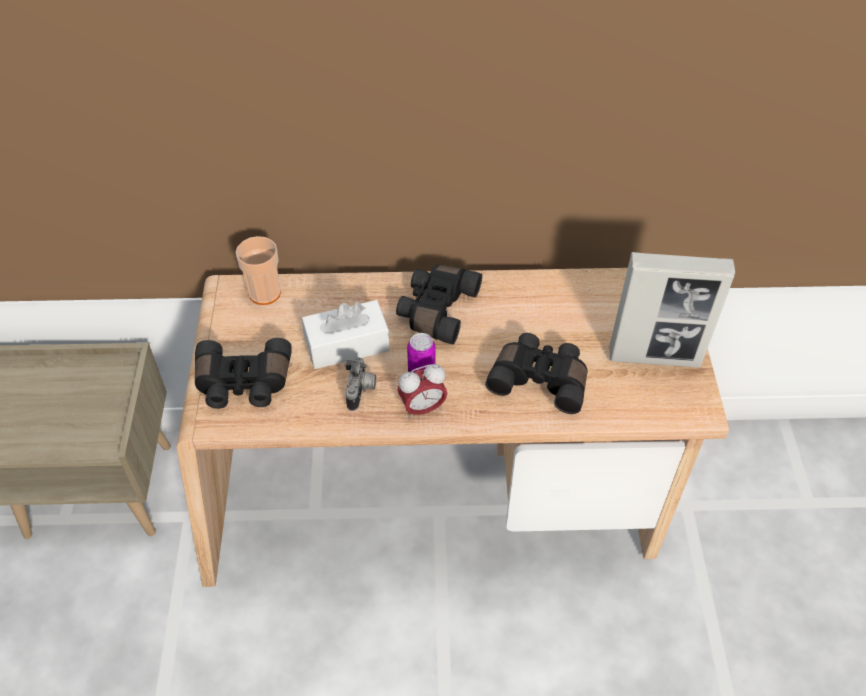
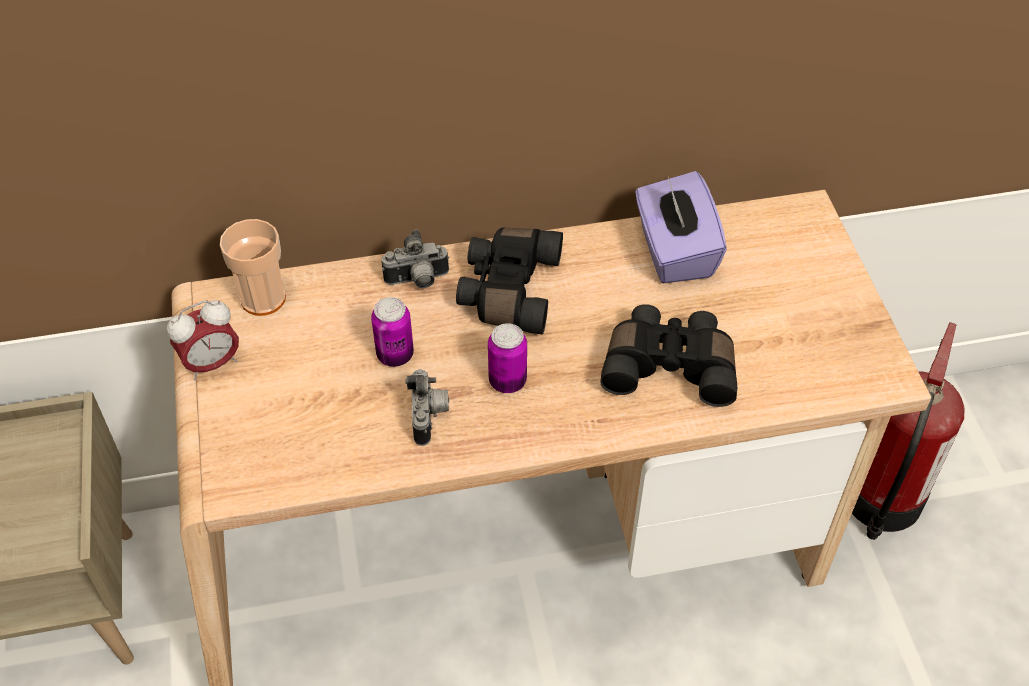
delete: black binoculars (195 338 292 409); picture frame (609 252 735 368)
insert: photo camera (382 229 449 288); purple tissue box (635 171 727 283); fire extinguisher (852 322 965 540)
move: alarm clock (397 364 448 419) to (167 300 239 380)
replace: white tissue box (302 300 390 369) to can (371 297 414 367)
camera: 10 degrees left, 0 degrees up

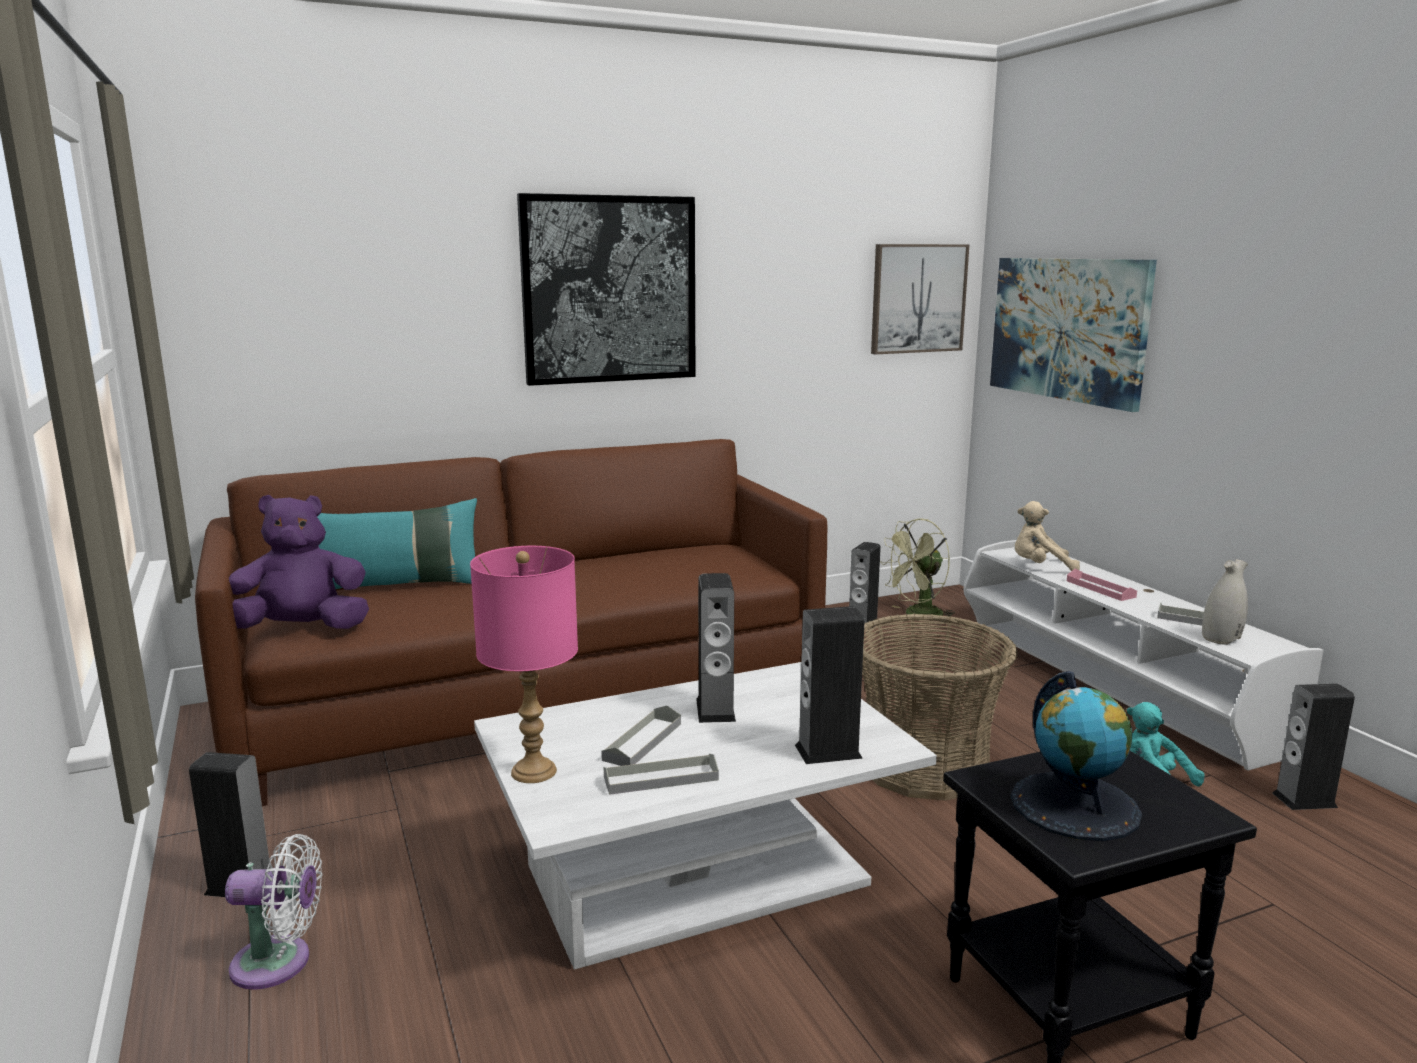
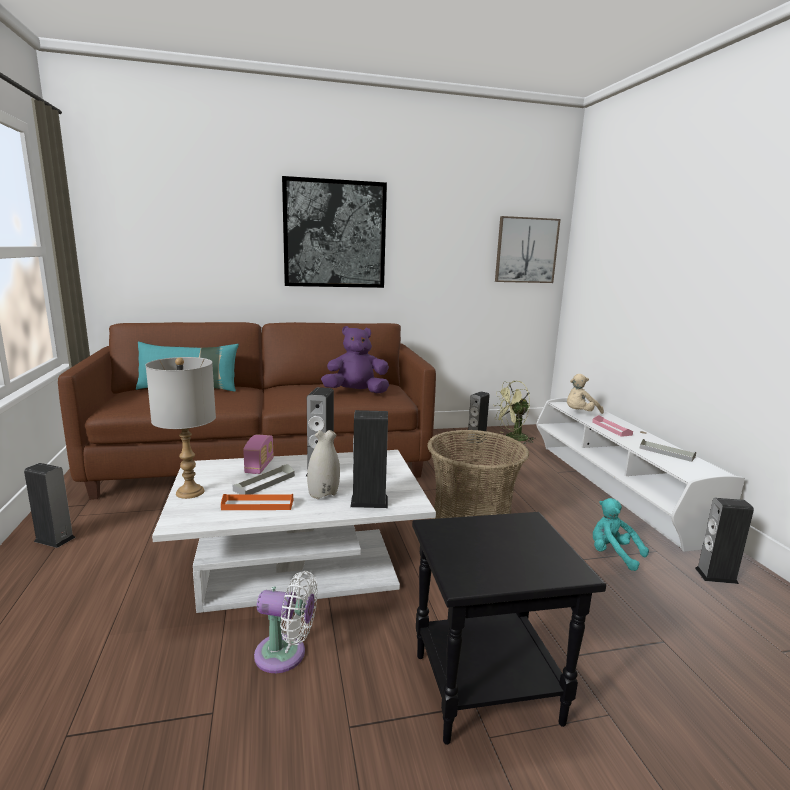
delete: picture (990 258 1157 412); globe (1011 671 1142 841)
insert: radio (243 435 274 474)
move: white fan (225 834 322 990) to (254 571 318 673); white vase (1202 559 1248 645) to (307 430 340 499); purple plush toy (229 495 369 629) to (321 326 389 393)
recolor: pink table lamp (470 546 578 783) to grey table lamp (146 357 216 499); grey tray (604 754 719 795) to orange tray (221 494 293 510)
rotate: beige plush toy (1015 501 1080 571) = (567 374 604 414) 45 degrees counterclockwise
camera: 10 degrees right, 0 degrees up

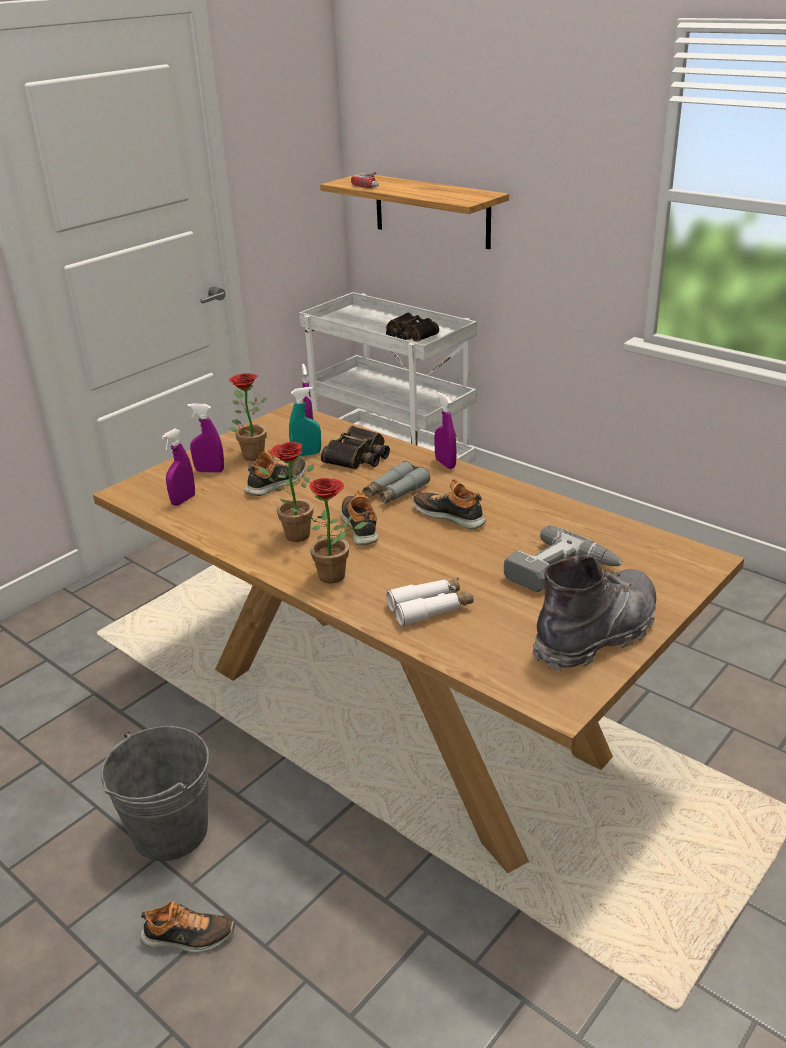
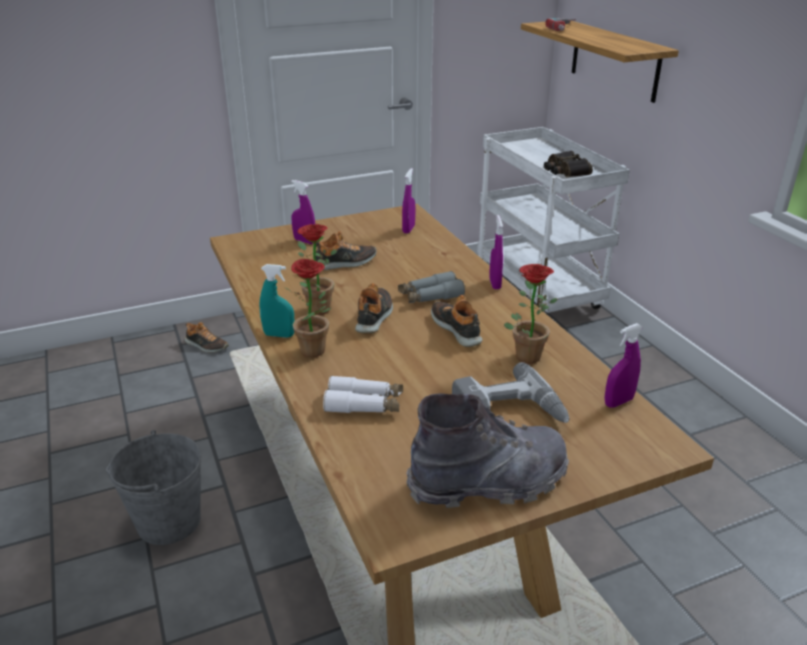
delete: binoculars (321 426 390 469)
move: shoe (141 901 235 953) to (185 322 229 353); turquoise spray bottle (289 387 321 457) to (259 264 294 338); potted plant (229 373 267 461) to (504 264 558 364); purple spray bottle (162 429 195 506) to (604 323 643 408)
camera: 25 degrees right, 0 degrees up

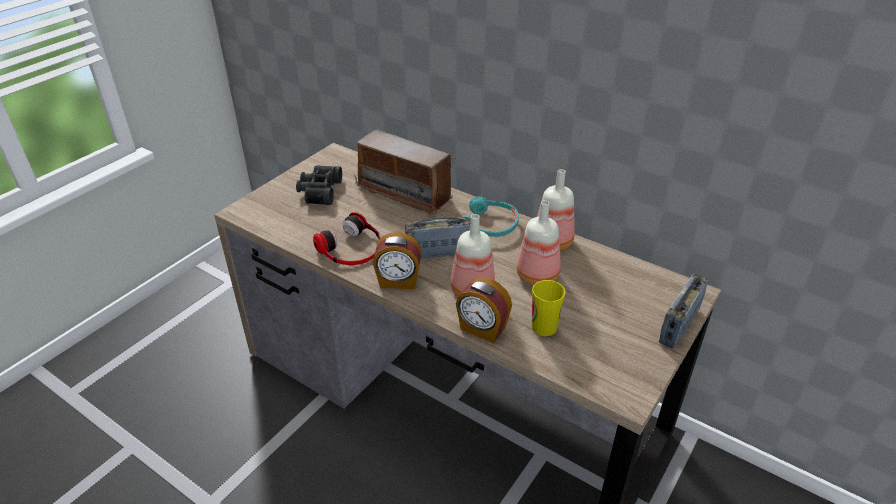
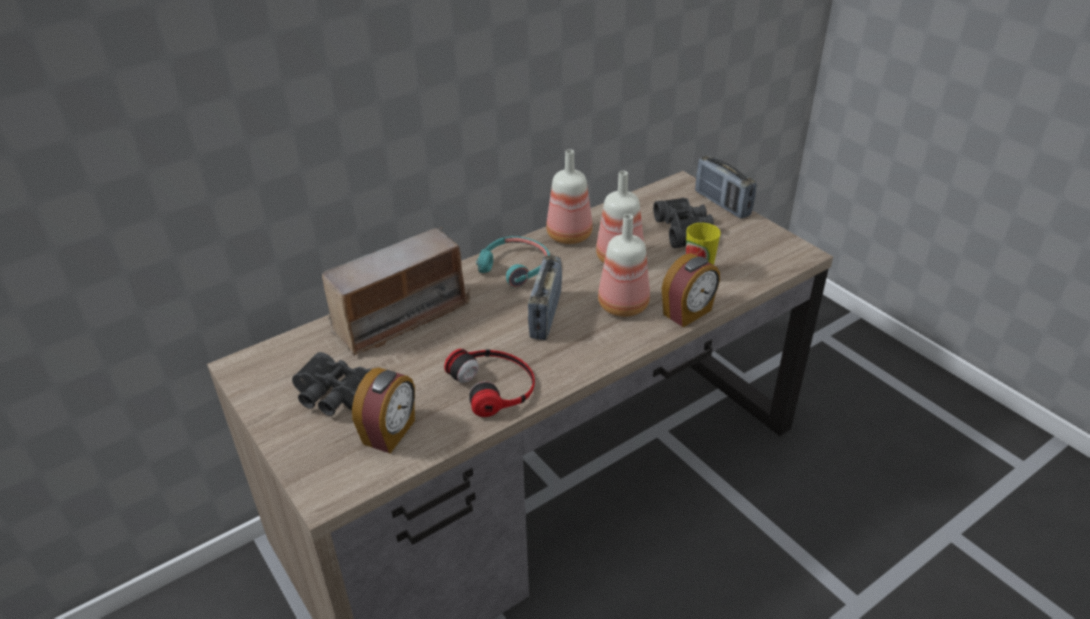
insert: black binoculars (653 198 714 248)
move: alarm clock (373 232 422 289) to (352 368 415 454)
camera: 70 degrees left, 0 degrees up

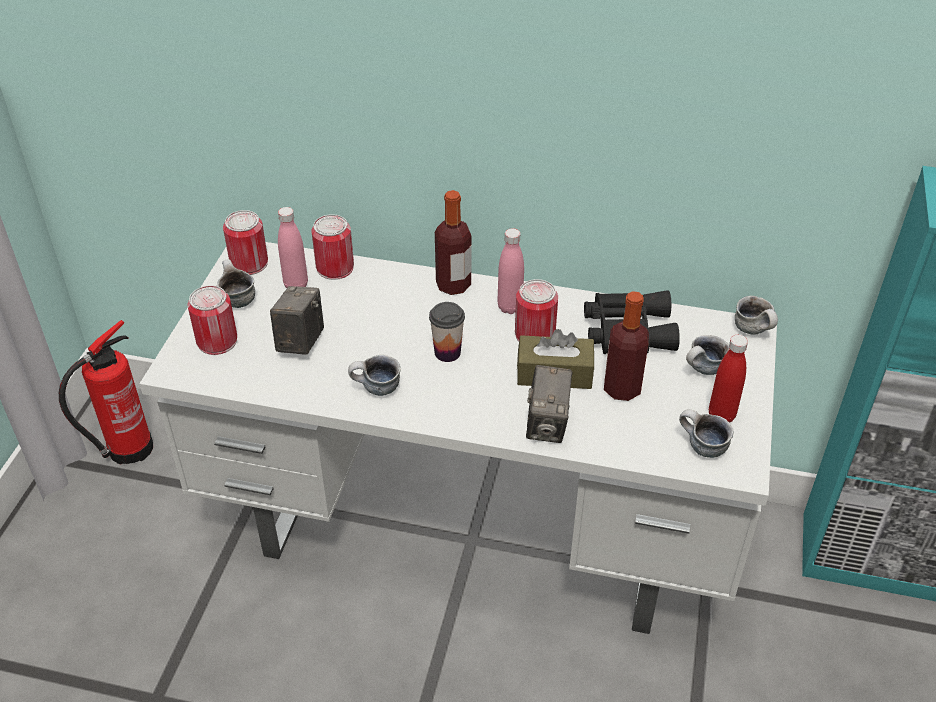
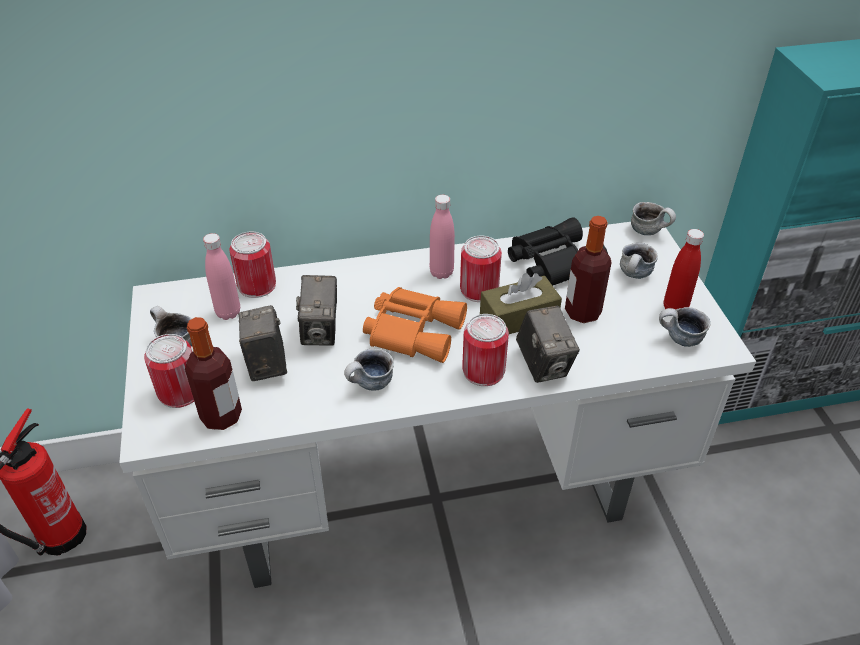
insert: photo camera (296 275 337 346)
move: bottle (435 190 472 295) to (185 317 242 430); can (223 210 268 275) to (462 314 509 386)
replace: cup (429 302 465 362) to orange binoculars (363 287 467 363)
camera: 25 degrees left, 0 degrees up

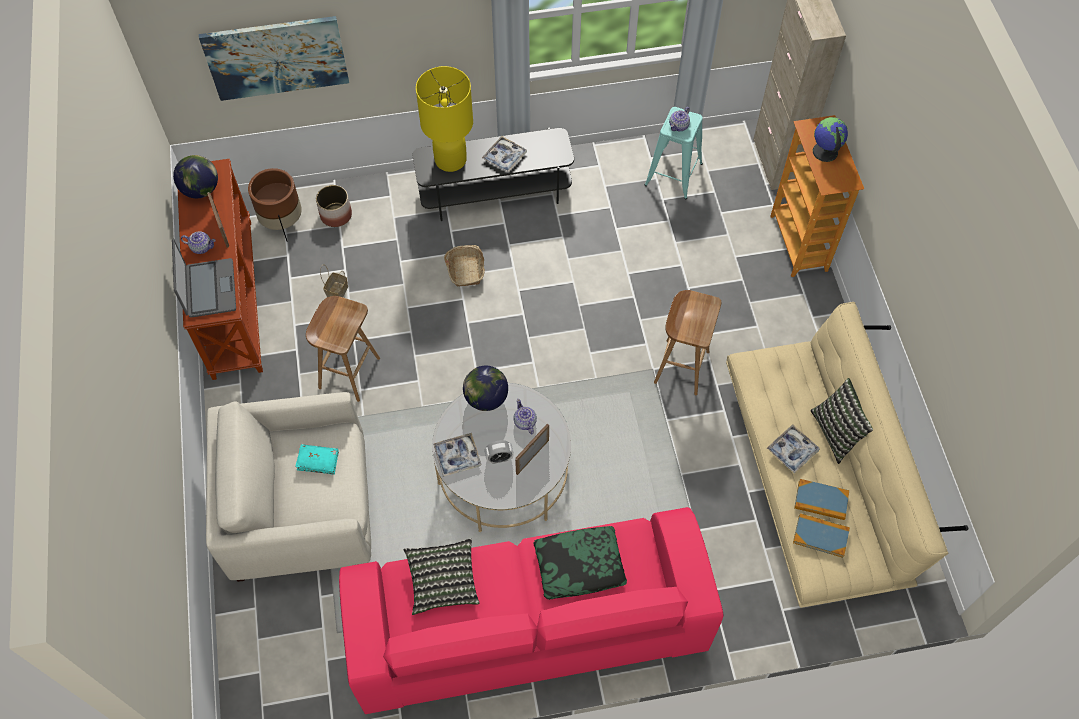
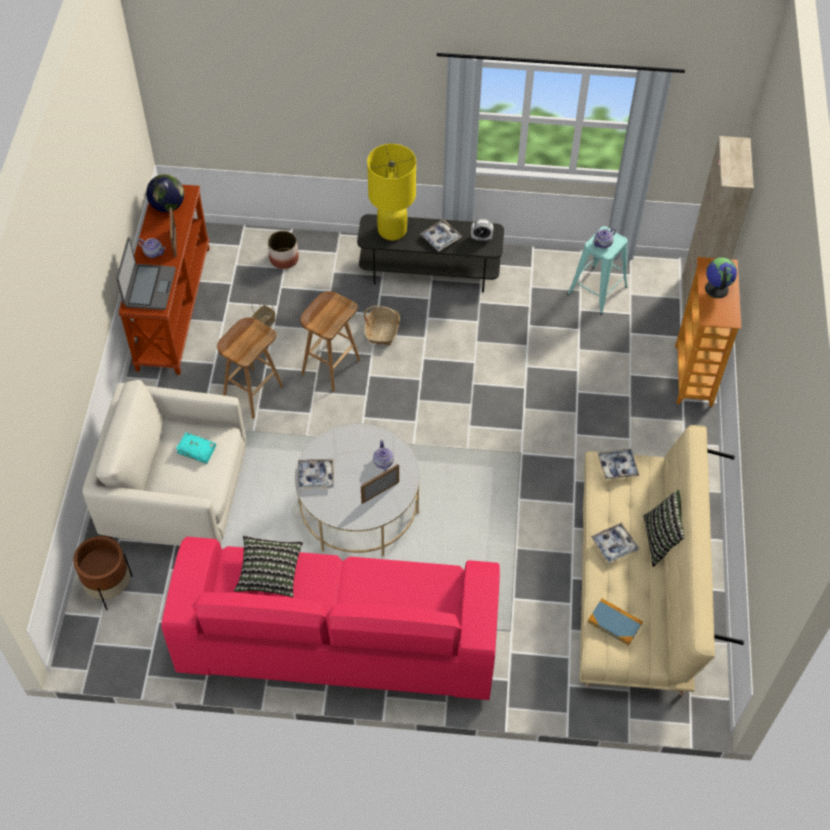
delete: picture (199 16 349 101); globe (463 366 508 411); pillow (534 526 627 600); book (794 479 849 520)
insert: tray (598 448 639 480)
move: brown planter (248 168 302 241) to (73 536 133 610); brown stool (654 290 721 395) to (300 291 360 392); alarm clock (484 440 514 464) to (471 219 493 241)
camera: 15 degrees right, 5 degrees down

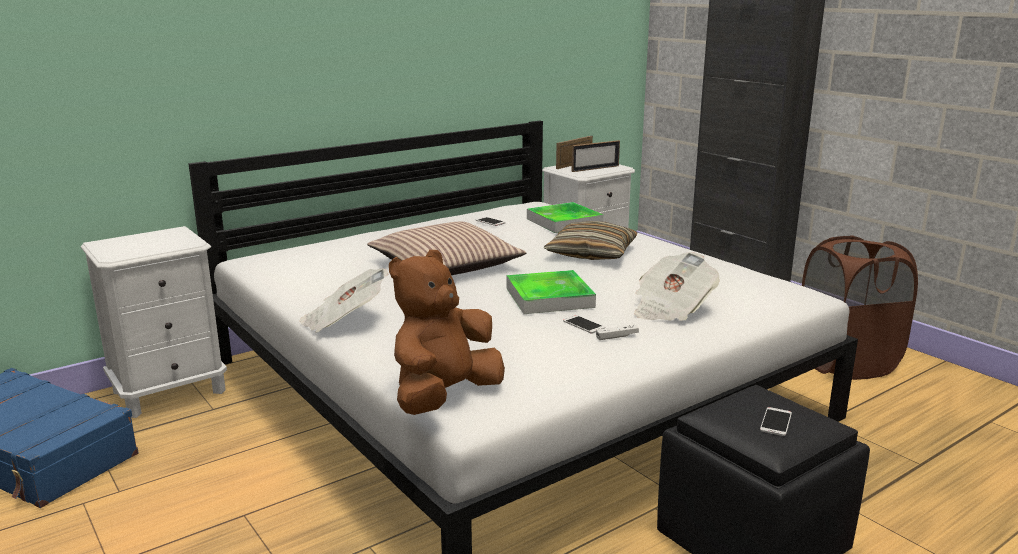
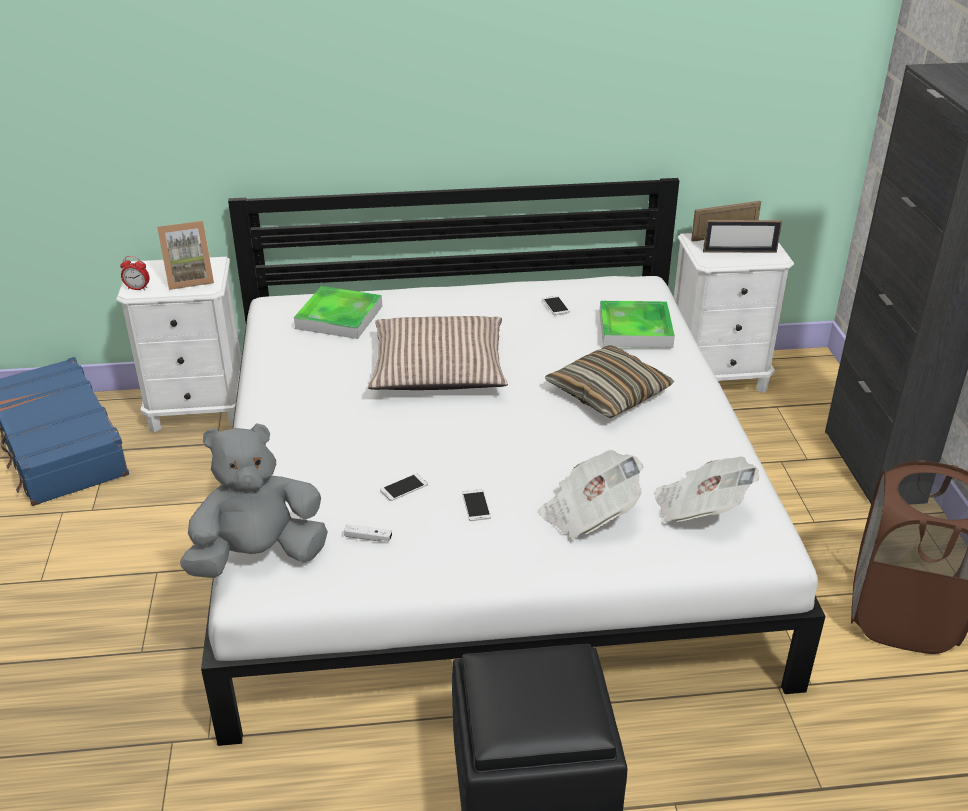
insert: alarm clock (120 256 149 290); picture frame (157 221 214 290)
move: tray (507 270 596 314) to (294 286 382 339); white game controller (596 324 639 340) to (344 524 392 541); phone (760 407 792 436) to (380 474 428 501); newspaper (299 269 388 332) to (654 456 759 523)
recolor: brown plush toy (389 250 505 415) to grey plush toy (180 423 328 578)
camera: 30 degrees right, 15 degrees up

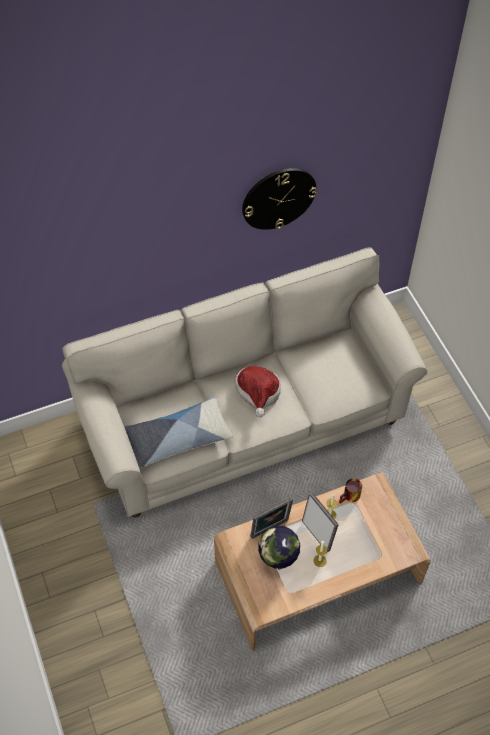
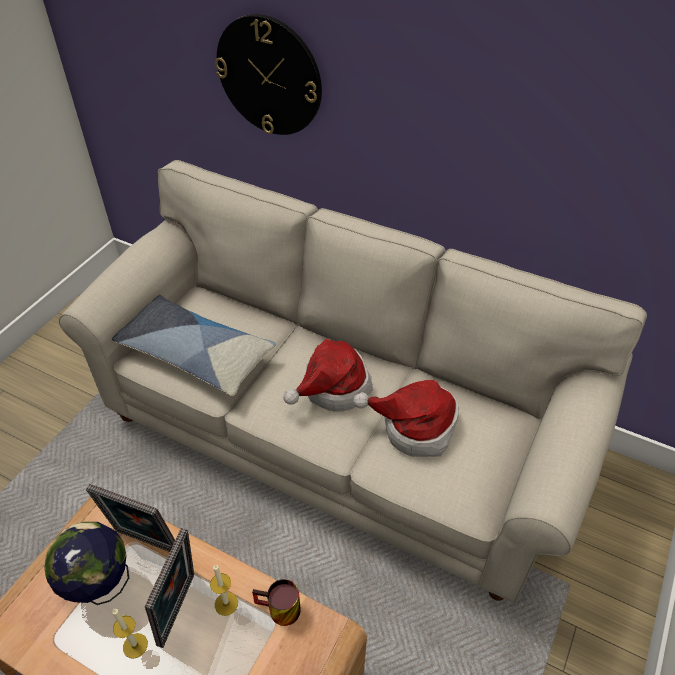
insert: hat (353 380 459 457)
move: wall clock (242 168 317 230) to (215 14 322 135)
camera: 50 degrees right, 10 degrees down

